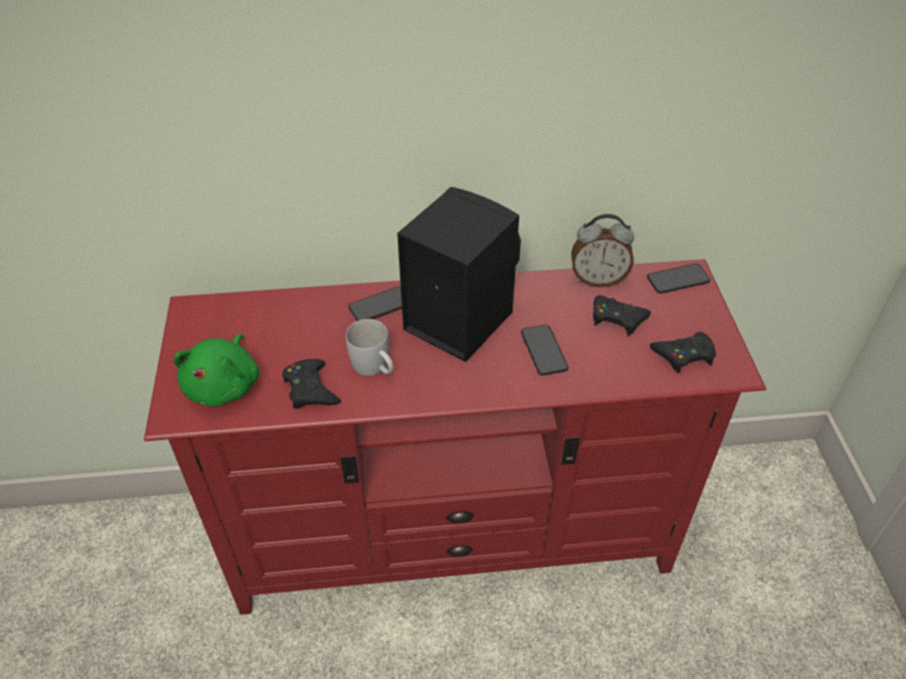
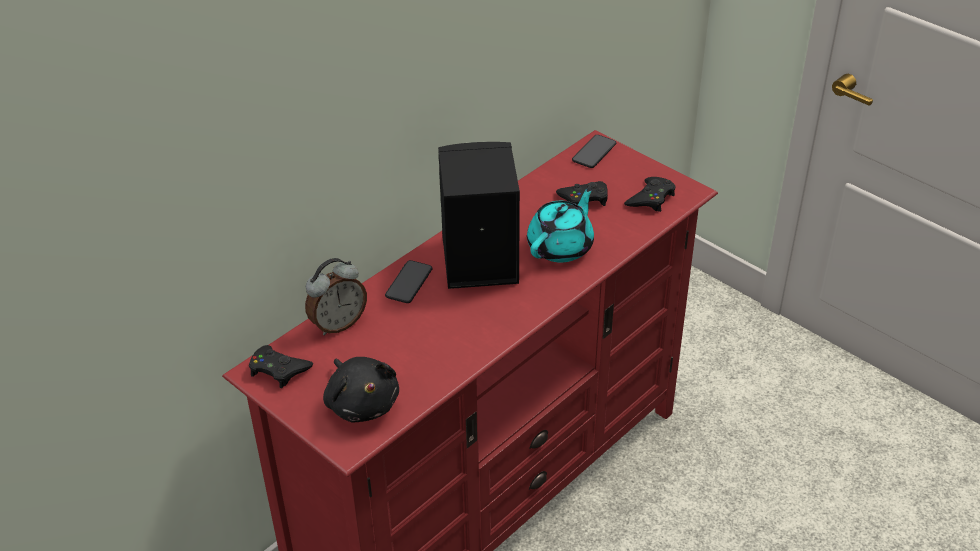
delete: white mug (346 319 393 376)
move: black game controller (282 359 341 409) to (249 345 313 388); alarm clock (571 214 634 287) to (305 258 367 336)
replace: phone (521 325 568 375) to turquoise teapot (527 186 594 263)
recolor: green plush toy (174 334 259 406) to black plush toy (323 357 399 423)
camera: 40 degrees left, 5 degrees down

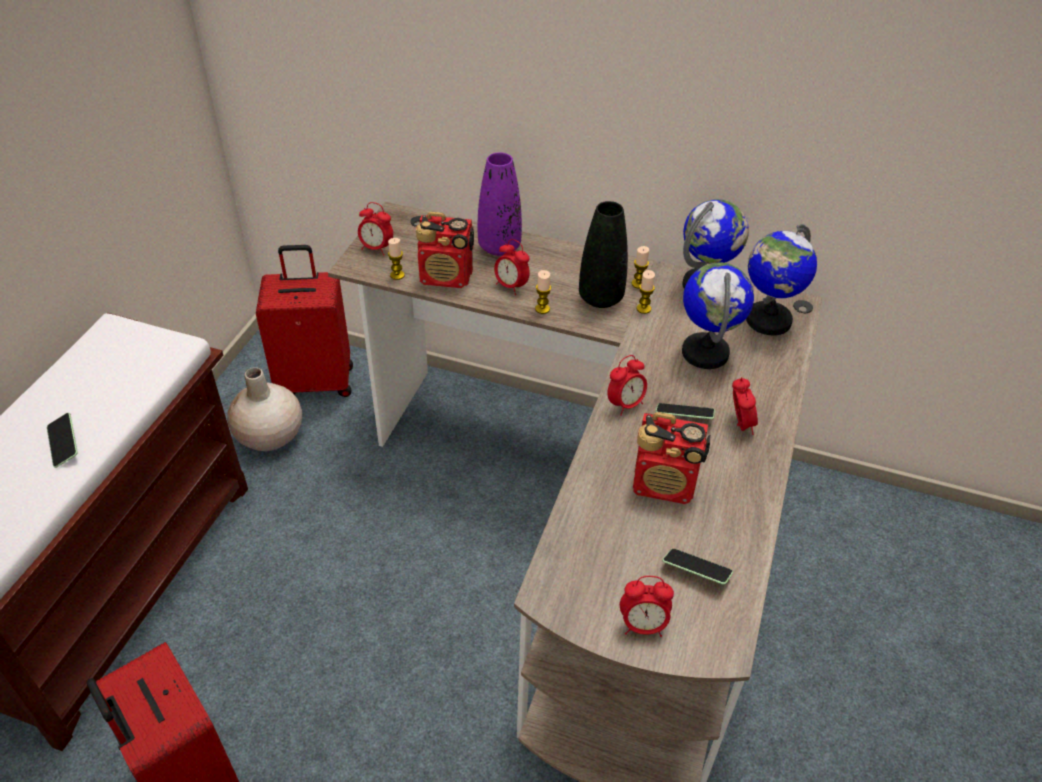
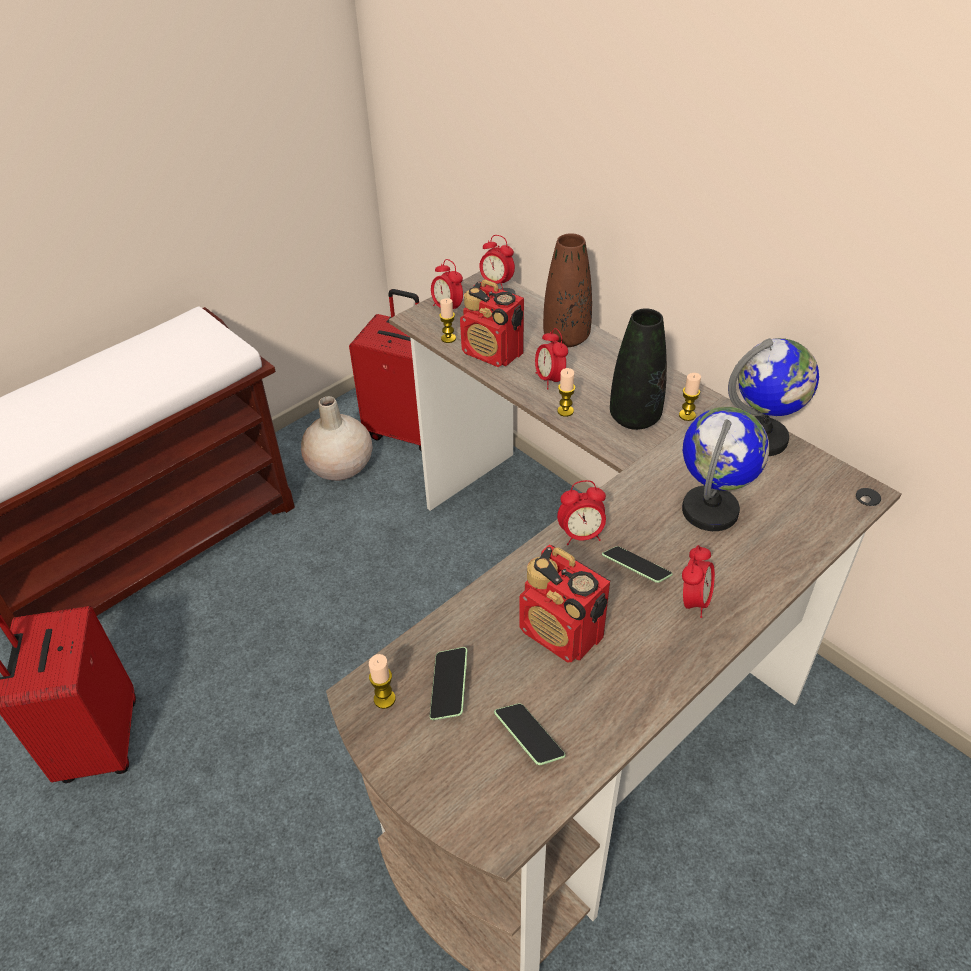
delete: globe (746 224 817 335)
move: candle (636 270 655 314) to (369 654 396 709); phone (47 413 78 468) to (430 647 468 720); alarm clock (620 576 674 637) to (479 235 515 290)
recolor: purple vase (478 152 522 256) to brown vase (543 233 592 347)
camera: 30 degrees right, 0 degrees up

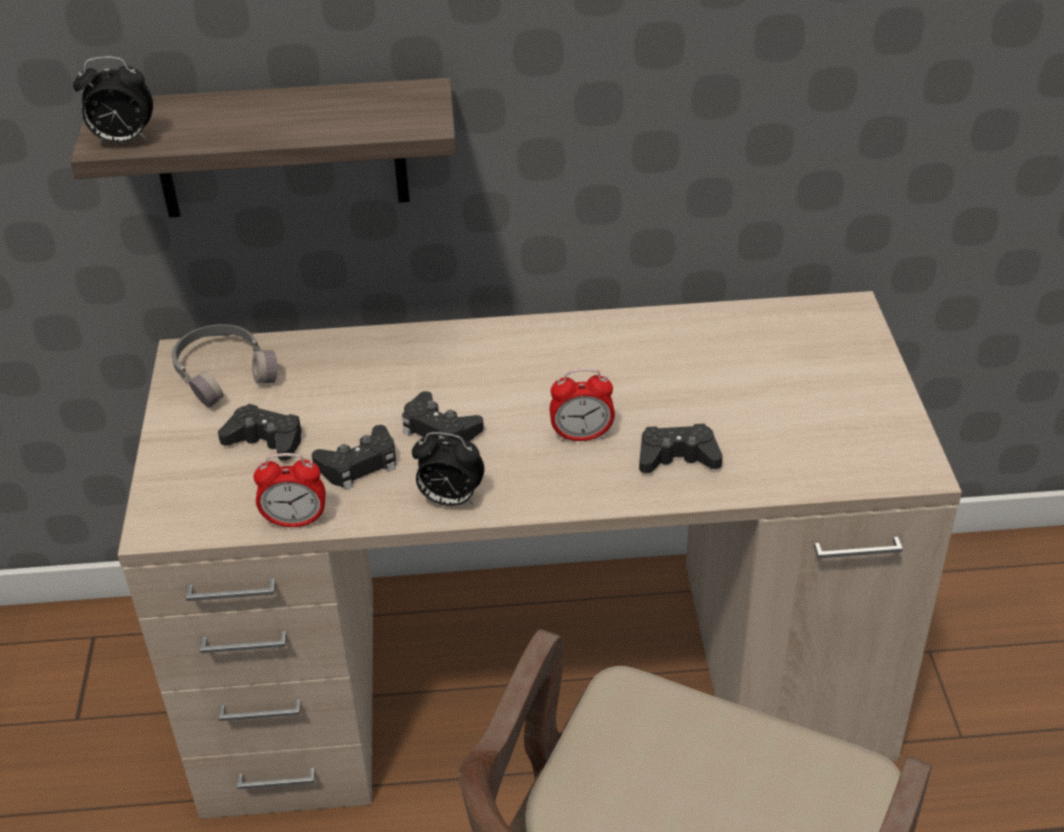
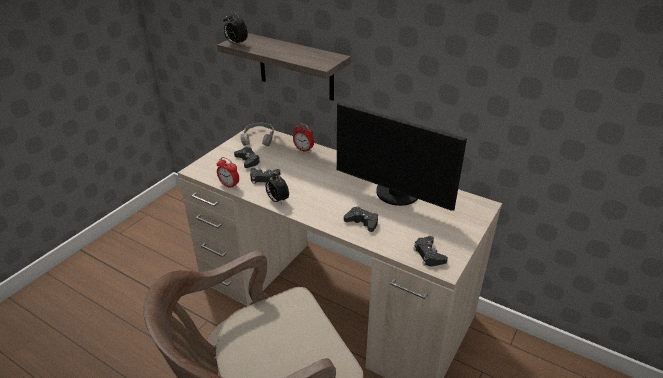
insert: monitor (337 102 467 211)
move: alarm clock (550 368 615 442) to (293 123 314 153); black game controller (402 391 484 442) to (413 236 448 266)
camera: 35 degrees right, 5 degrees down

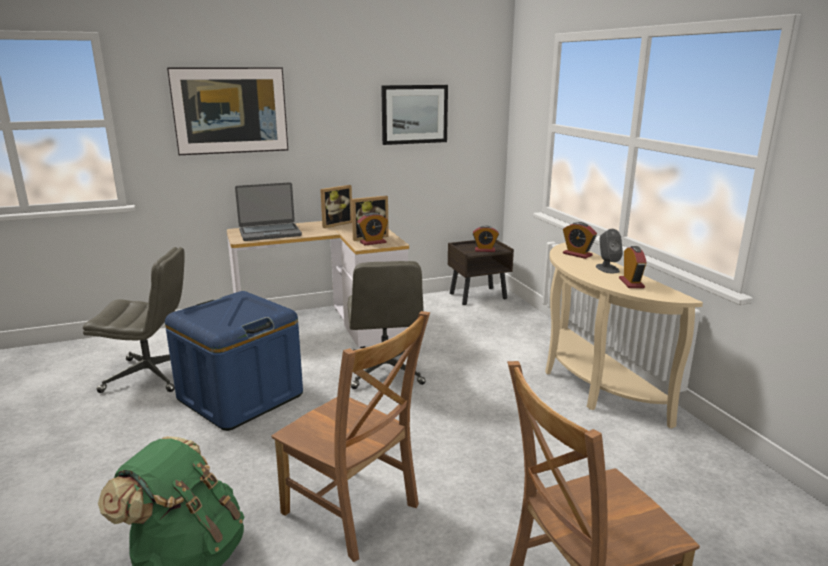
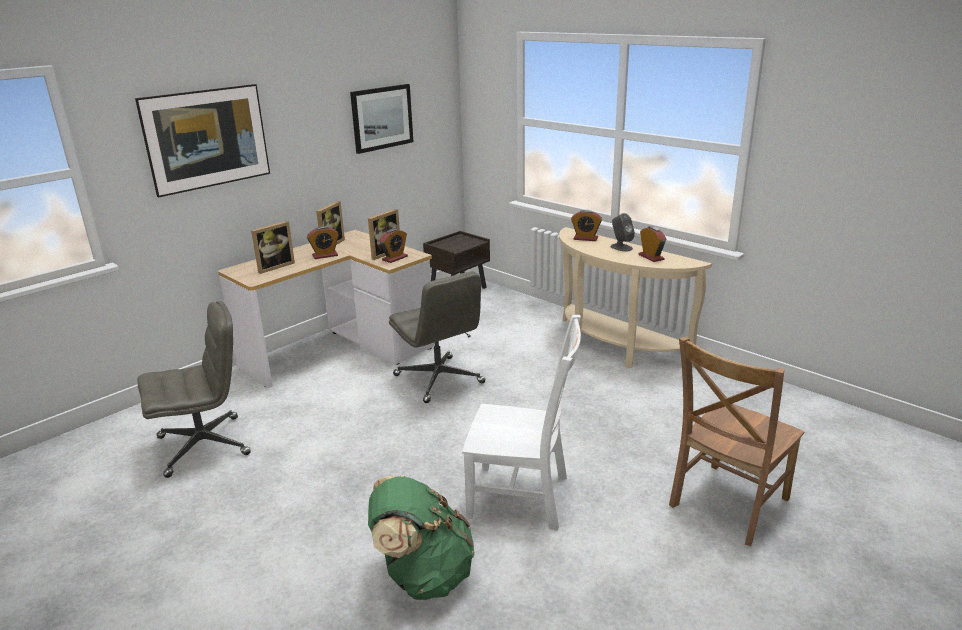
delete: blue storage box (165 291 303 431)
move: alarm clock (473 226 499 252) to (307 226 339 259)
replace: laptop (235 182 302 241) to picture frame (251 221 295 274)
recolor: brown chair (271 311 430 562) to white chair (462 315 581 531)
camera: 25 degrees left, 5 degrees up

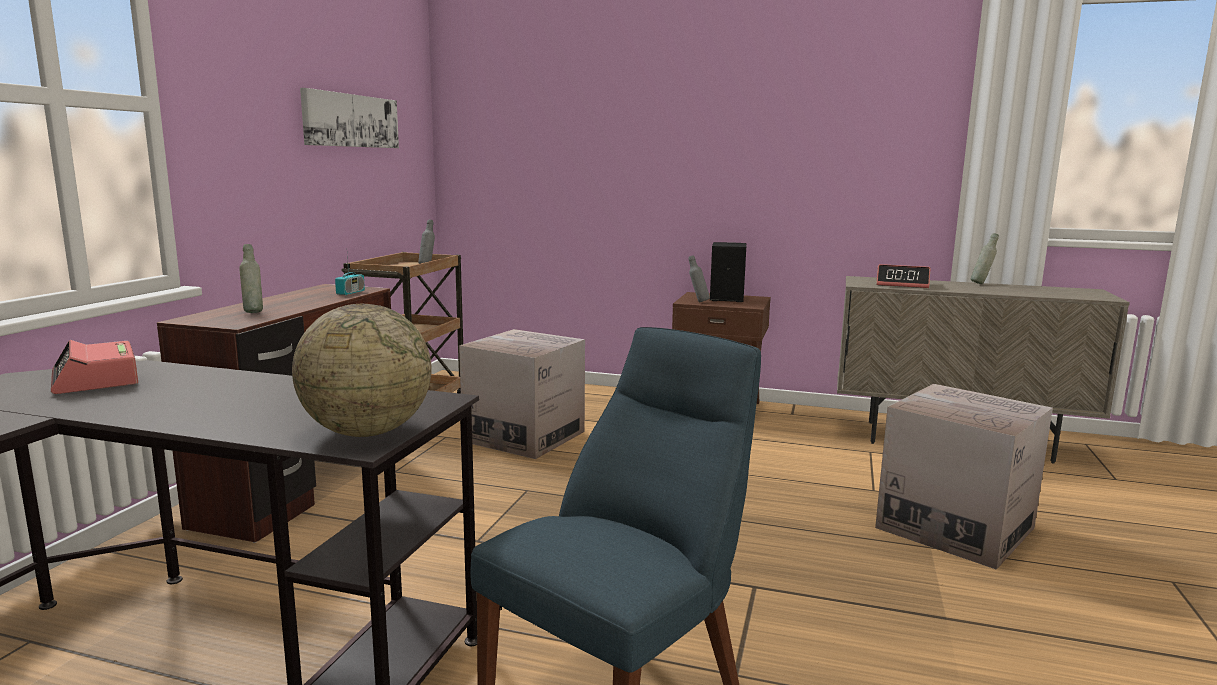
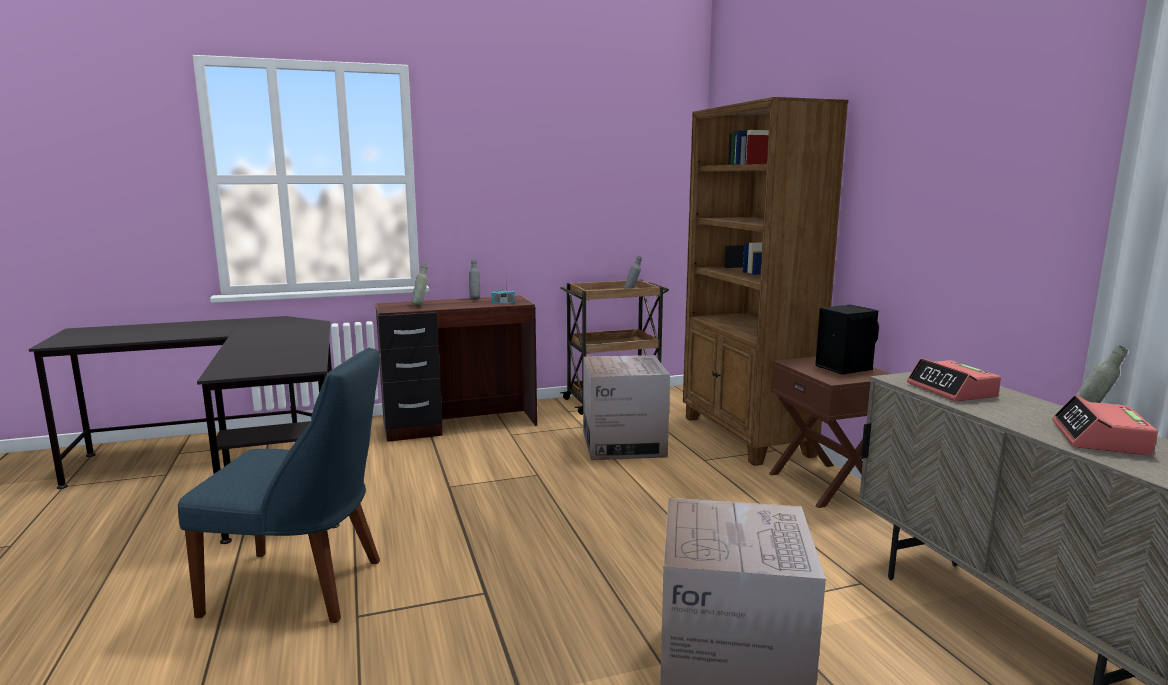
delete: globe (292 304 432 437); picture (300 88 399 148)
insert: brown bookcase (683 97 848 466)
move: grey bottle (688 255 710 302) to (469 259 480 300); alarm clock (51 340 138 394) to (1052 395 1158 456)
camera: 55 degrees right, 0 degrees up

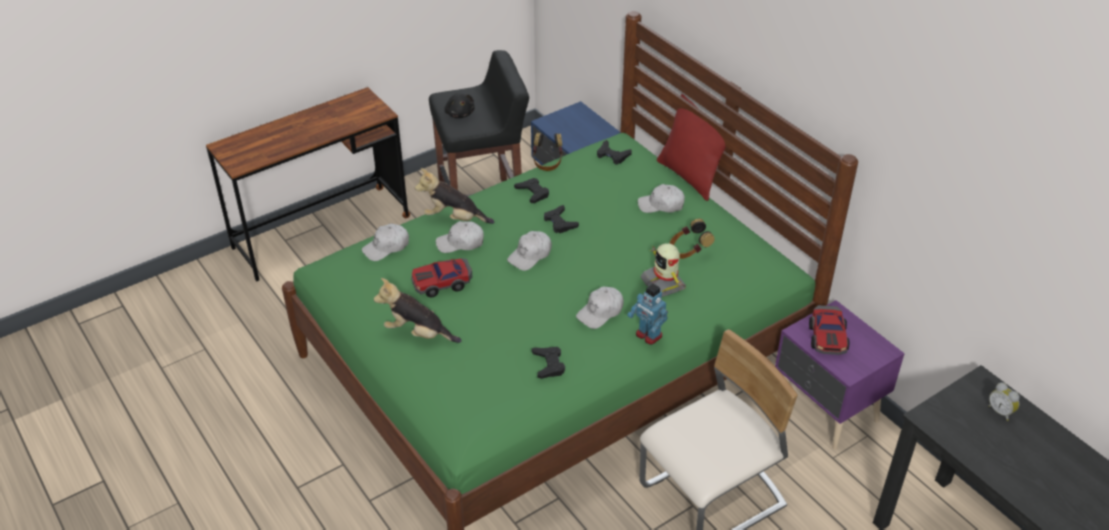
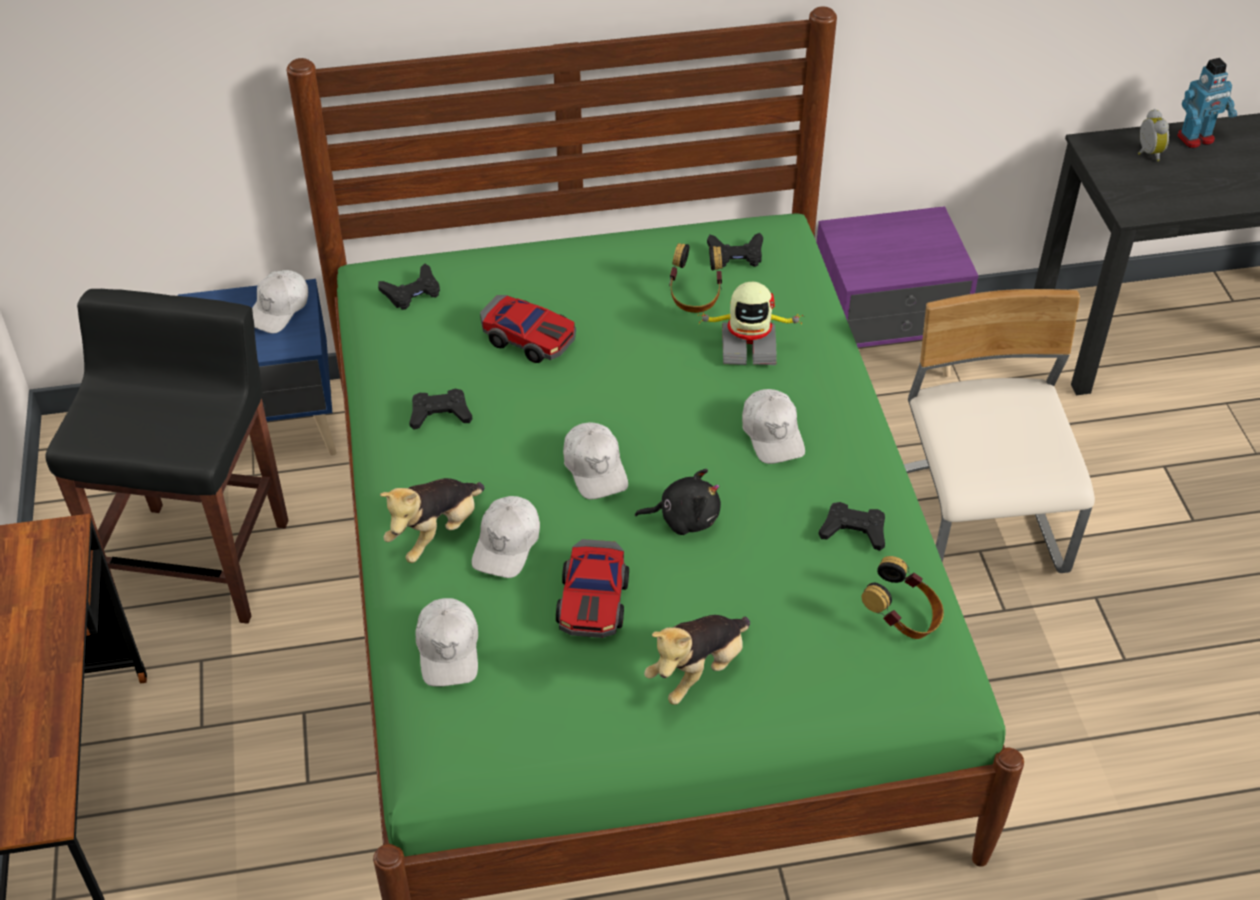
delete: red pillow (657 94 726 201)
move: white cap (638 184 685 213) to (252 270 308 333); toy car (809 305 849 355) to (480 295 576 363); black plush toy (444 93 475 118) to (635 469 721 535); black game controller (544 205 579 233) to (707 233 763 268); headphones (533 133 562 171) to (861 556 944 639); toy robot (627 283 668 345) to (1177 58 1237 148)
rotate: alarm clock (988 382 1020 421) = (1138 109 1169 162) 90 degrees counterclockwise
camera: 65 degrees left, 5 degrees up

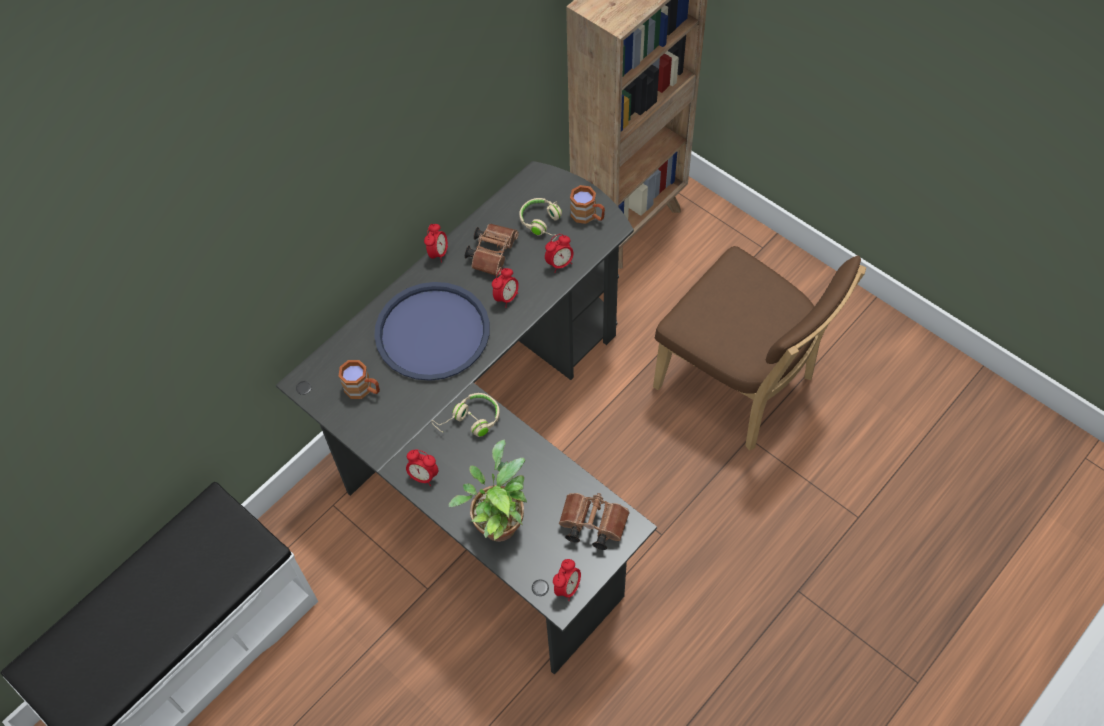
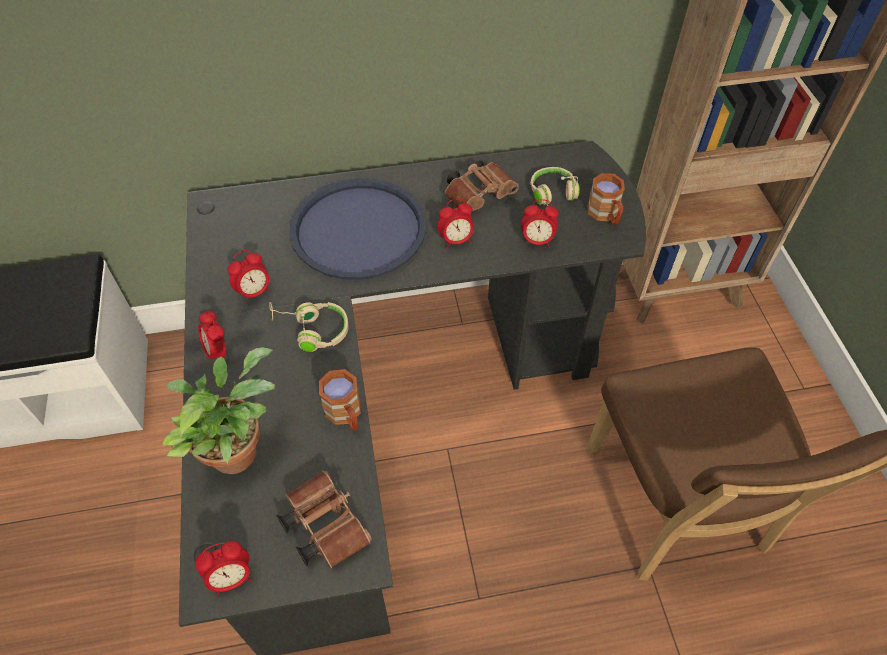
move: alarm clock (424 224 448 263) to (228 250 270 304); brown mug (339 360 380 399) to (319 369 361 431)
camera: 35 degrees right, 5 degrees down

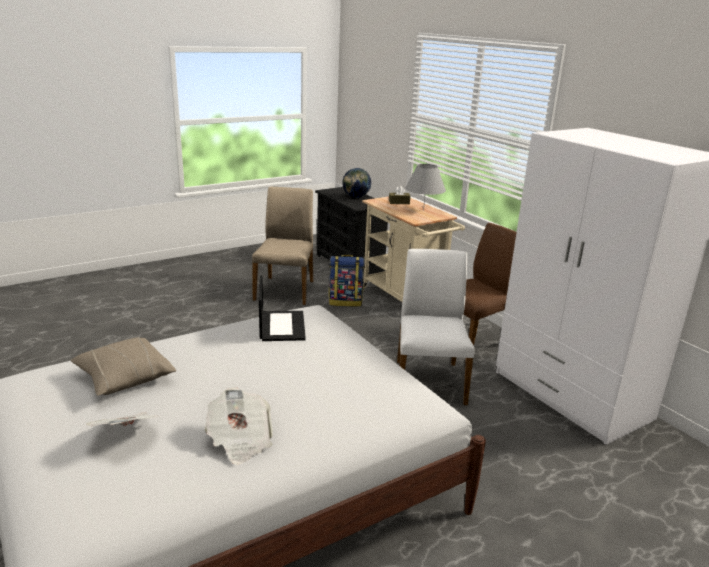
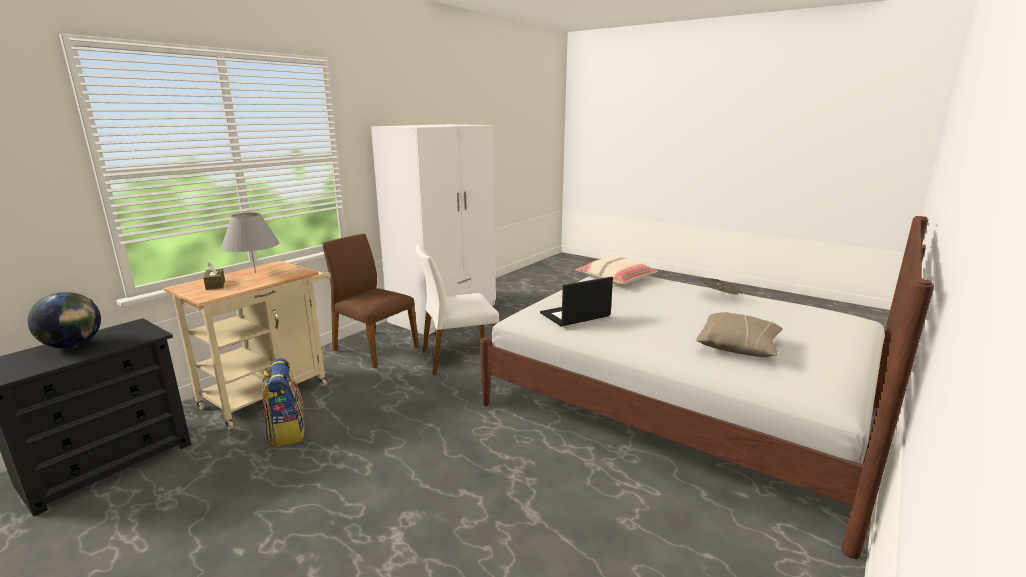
delete: newspaper (86 412 159 426); beige chair (252 187 313 305)
insert: beige pillow (575 256 658 286)
camera: 110 degrees left, 5 degrees down

